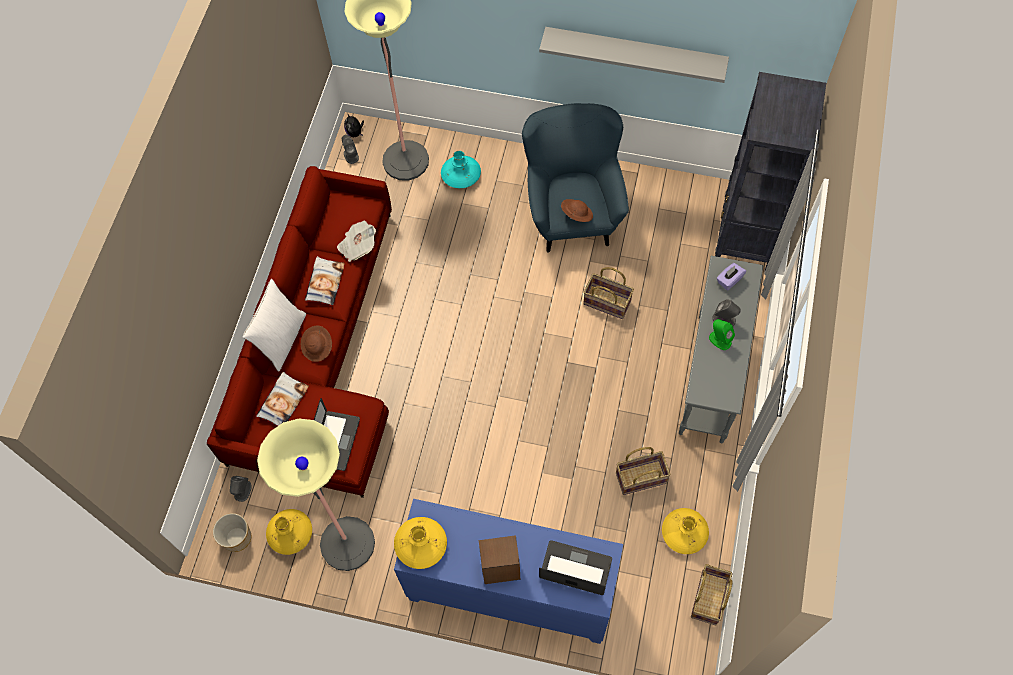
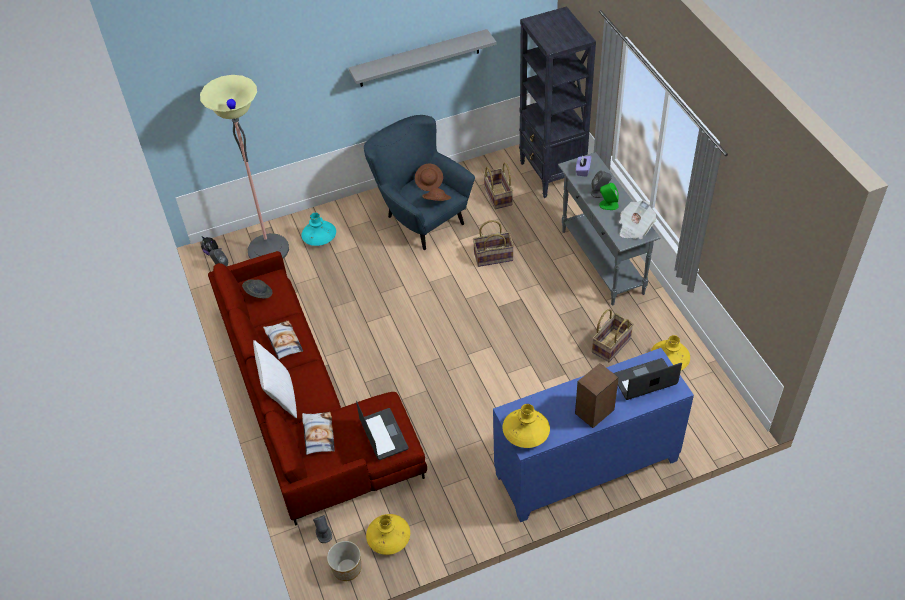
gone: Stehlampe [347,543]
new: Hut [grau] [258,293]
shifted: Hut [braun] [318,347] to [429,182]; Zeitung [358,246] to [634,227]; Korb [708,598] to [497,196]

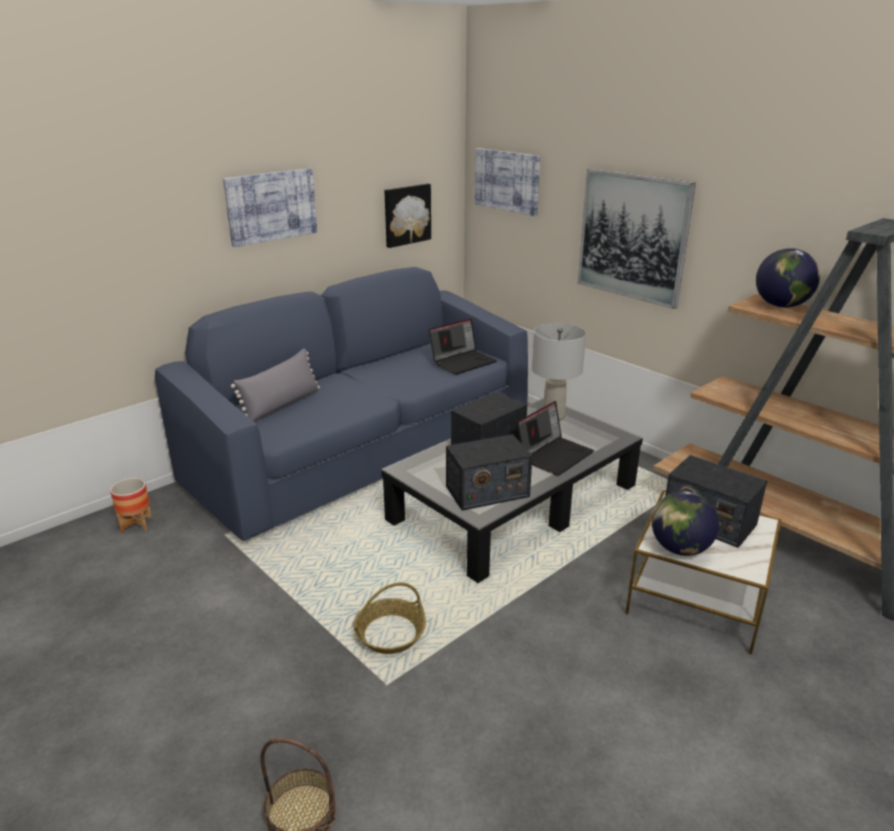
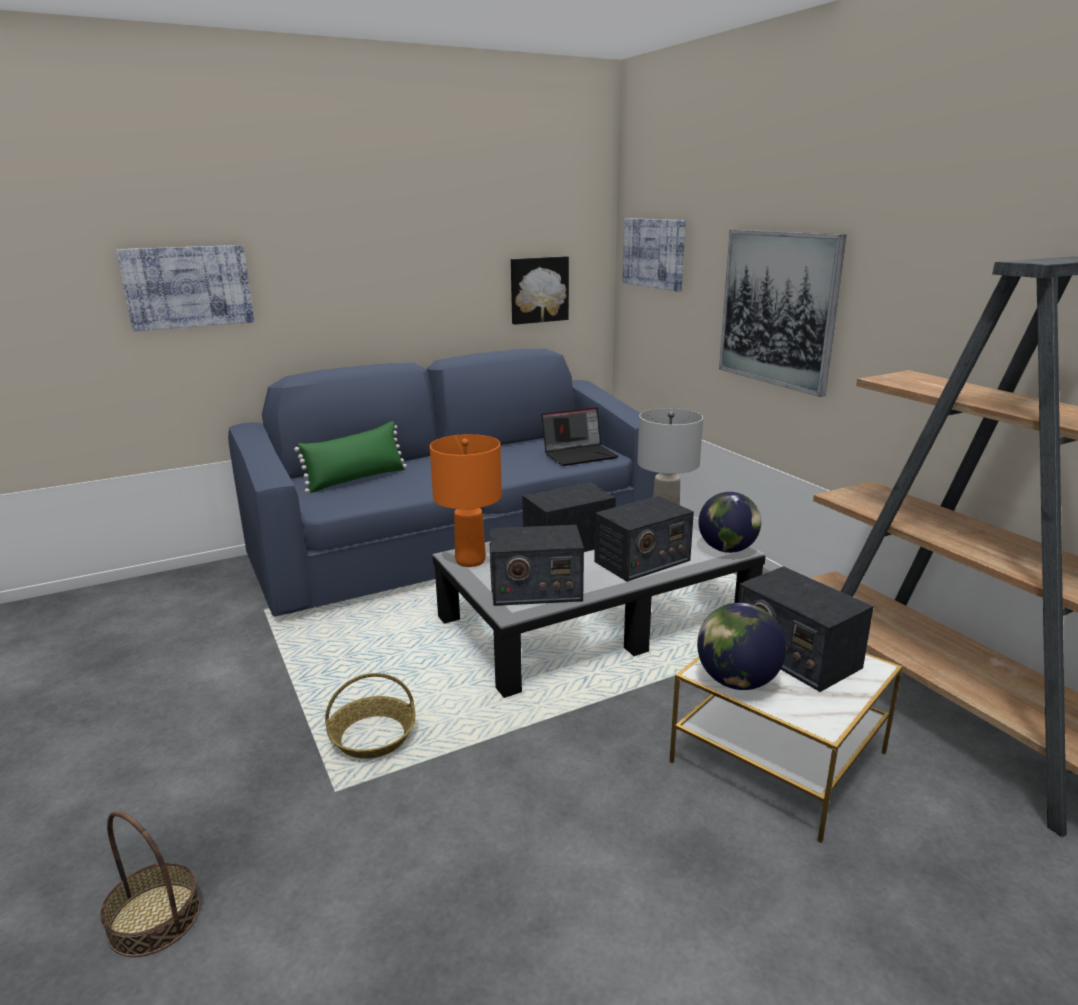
gone: Pflanzkübel [136,524]
new: Tischlampe [orange] [470,561]
shifted: Bild [271,206] to [188,287]; Globus [781,306] to [727,549]
swapped: Laptop [554,455] to Radio [641,561]
repainted: Kissen [grau] [281,405] to Kissen [grün] [356,479]

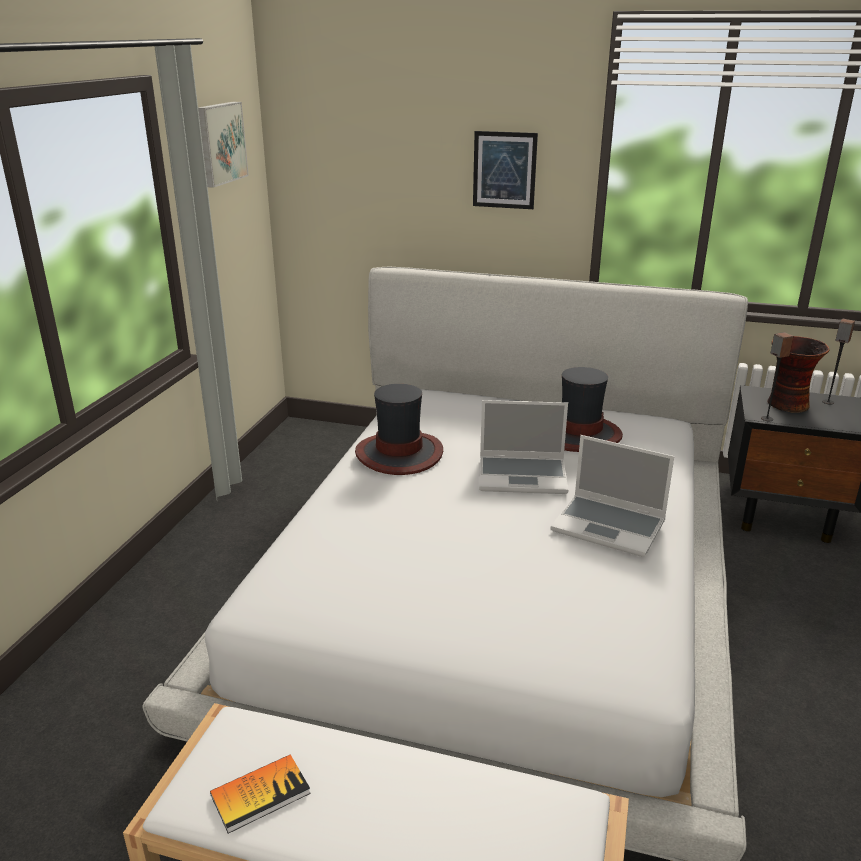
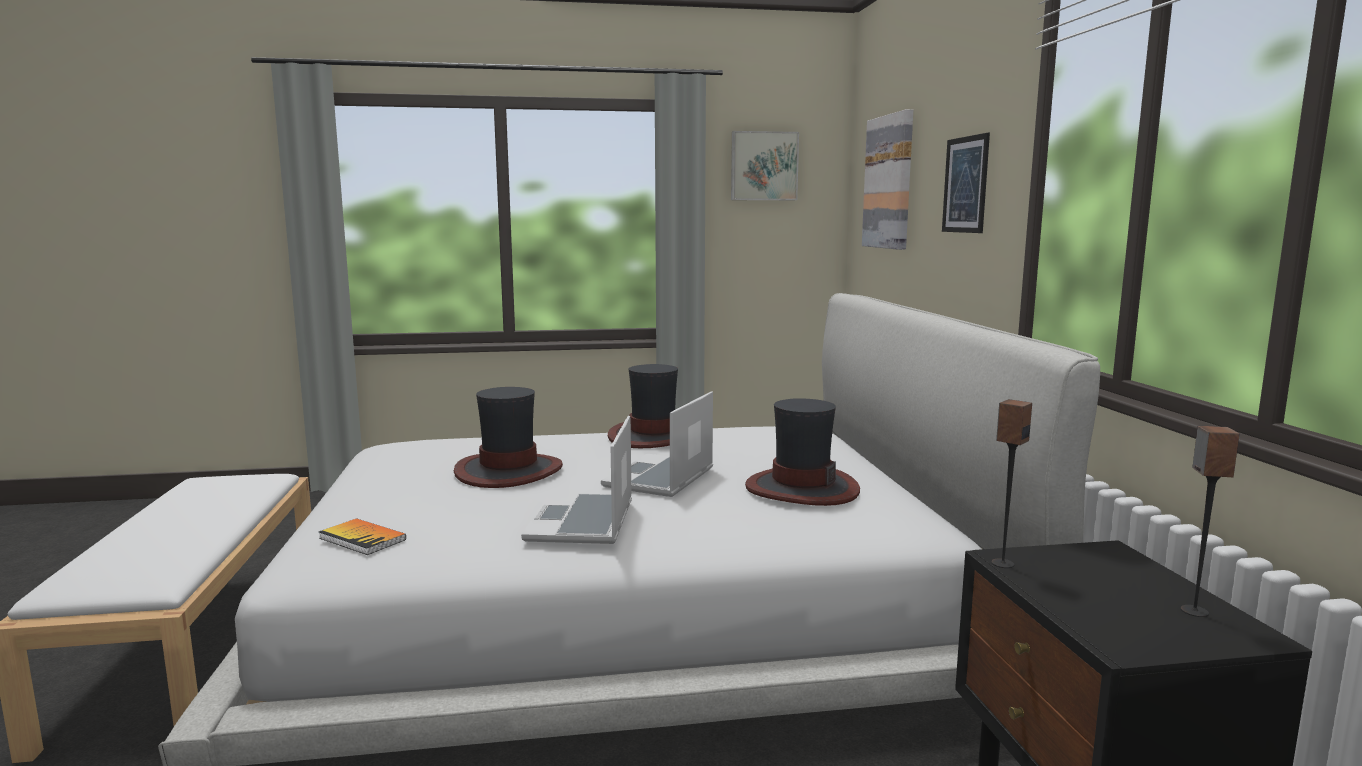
gone: Vase [787,404]
new: Hut [508,471]; Bild [889,182]
shifted: Buch [260,794] to [362,539]
rotated: Laptop [523,476] = [660,478] 45 degrees clockwise

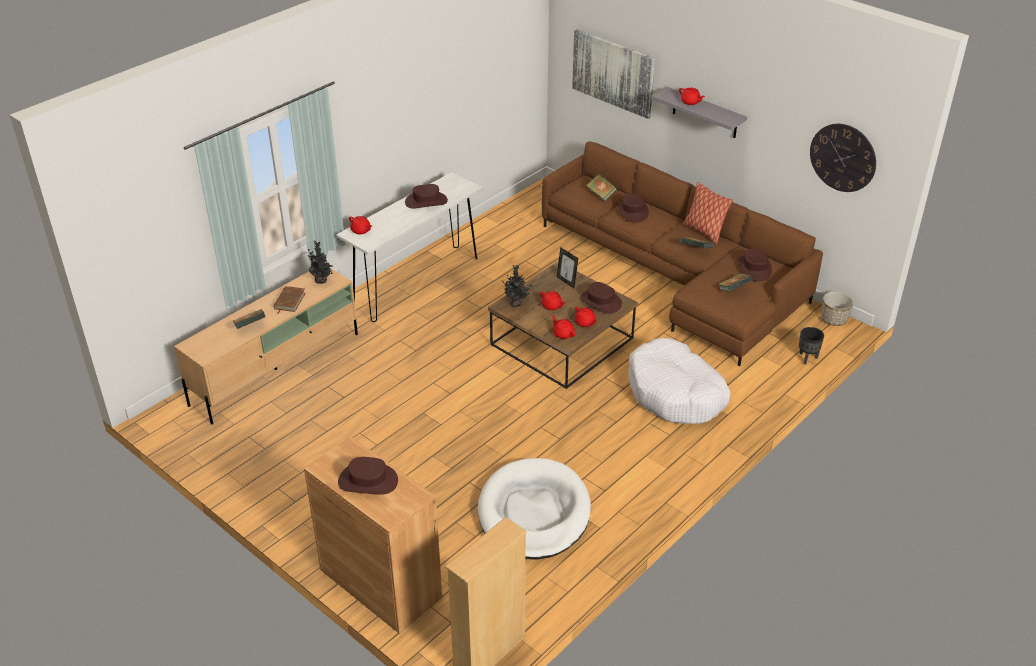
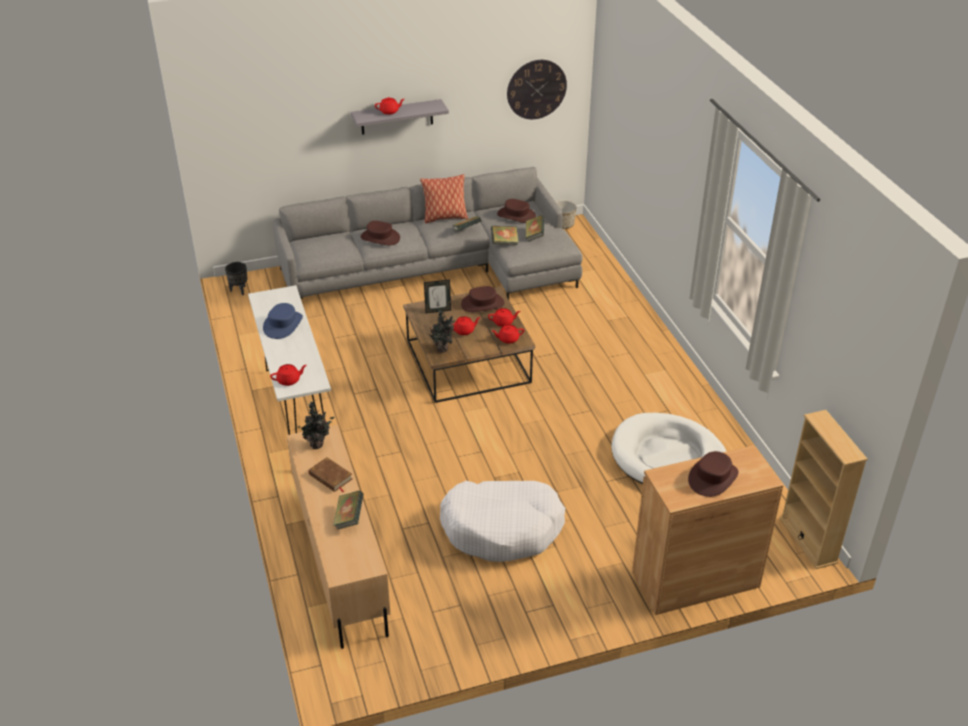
gone: Bild [613,73]
shifted: Buch [601,195] to [504,242]; Hundebett [weiß] [675,393] to [502,528]; Pflanzkübel [schwarz] [807,358] to [239,290]
repainted: Hut [braun] [426,201] to Hut [blau] [283,324]; Sofa [braun] [677,275] to Sofa [grau] [438,268]

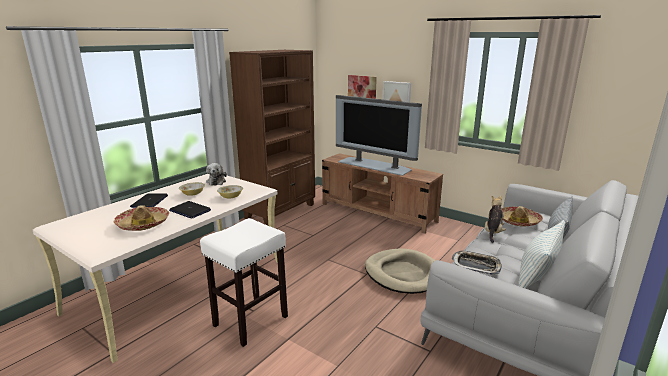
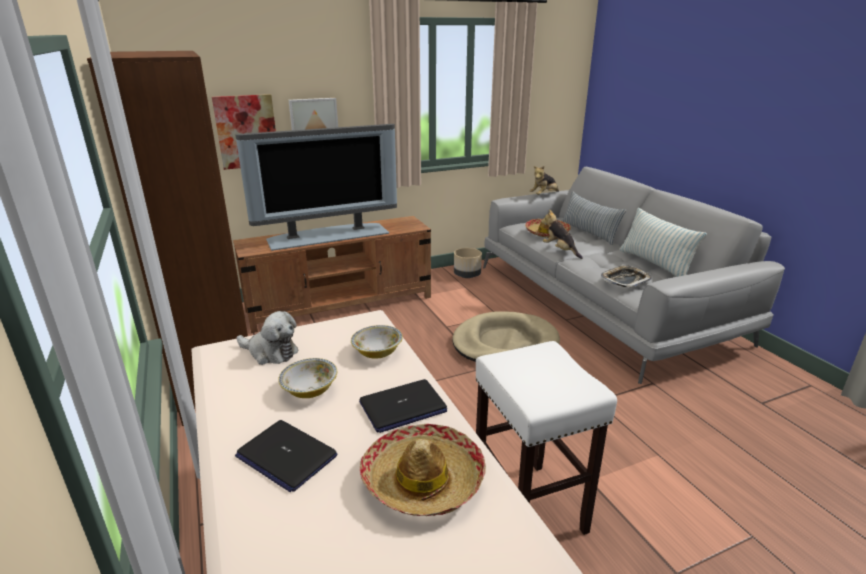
new: Pflanzkübel [beige] [467,275]; Plüschtier [544,195]

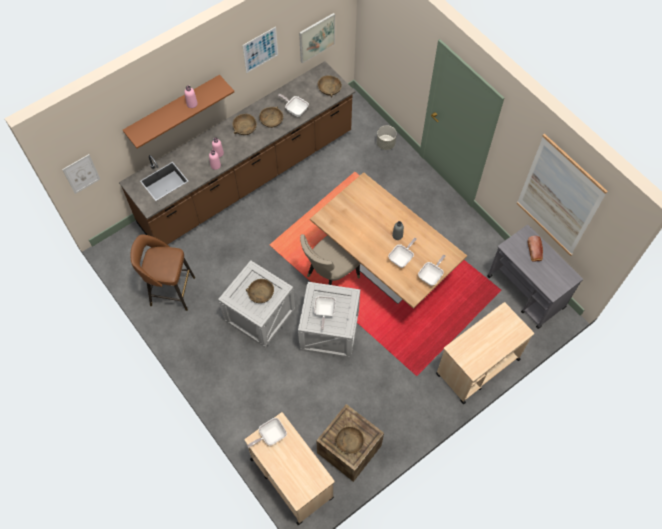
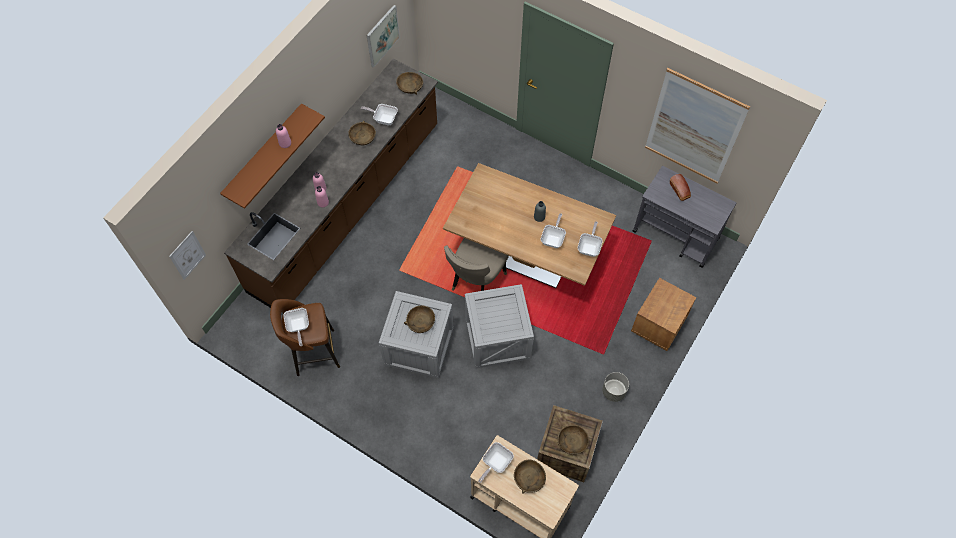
gone: Bild [260,50]
shifted: Schüssel [braun] [245,127] to [529,478]; Pfanne [324,312] to [298,327]; Pflanzkübel [grau] [385,144] to [613,391]
swapped: Rollwagen [beige] [477,367] to Nachttisch [braun] [658,325]

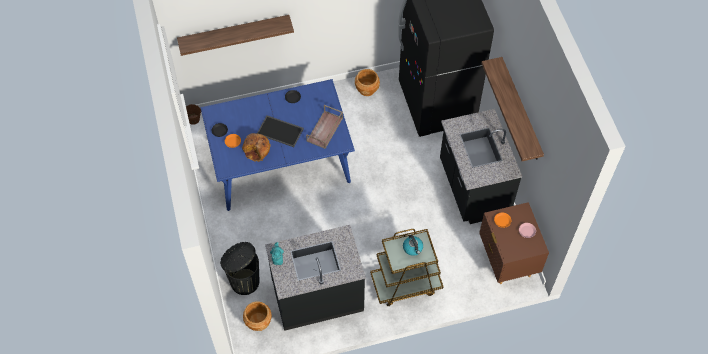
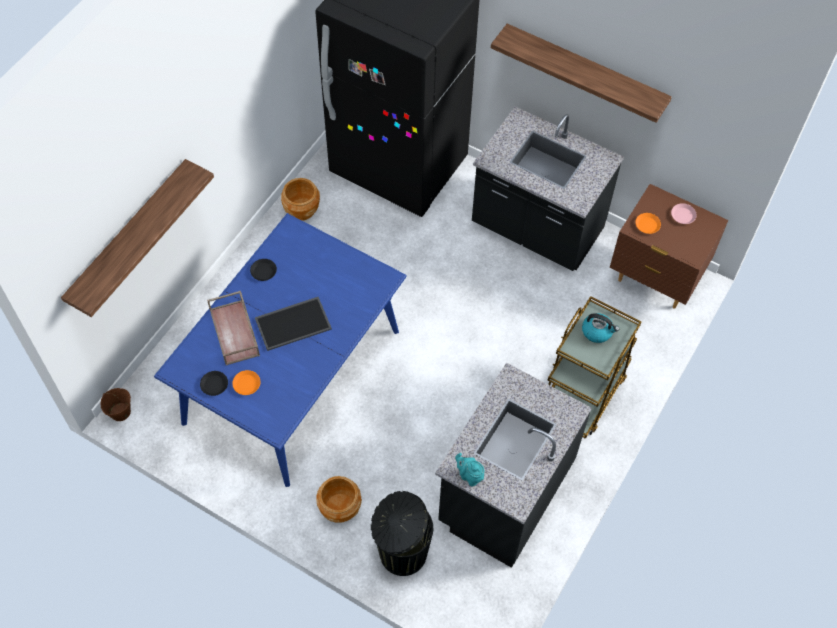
gone: Brot [257,149]
shifted: Pflanzkübel [braun] [258,321] to [339,508]; Tablett [braun] [325,130] to [235,332]

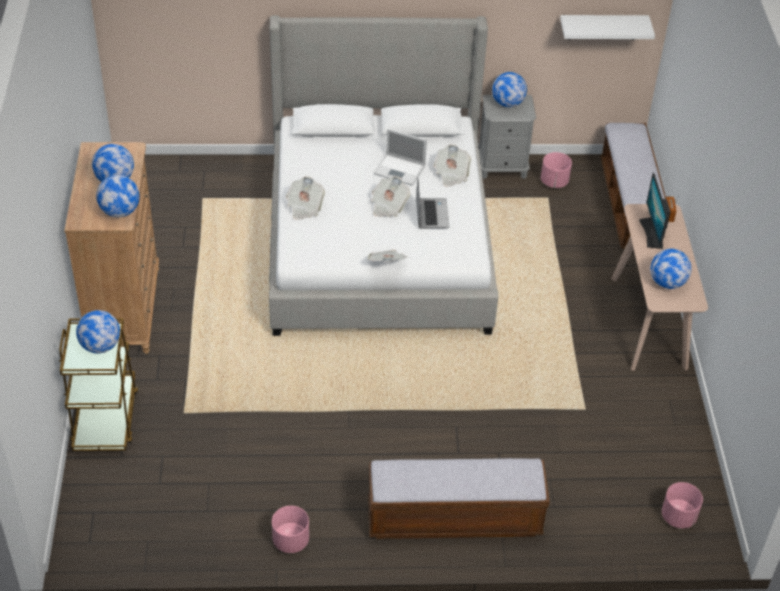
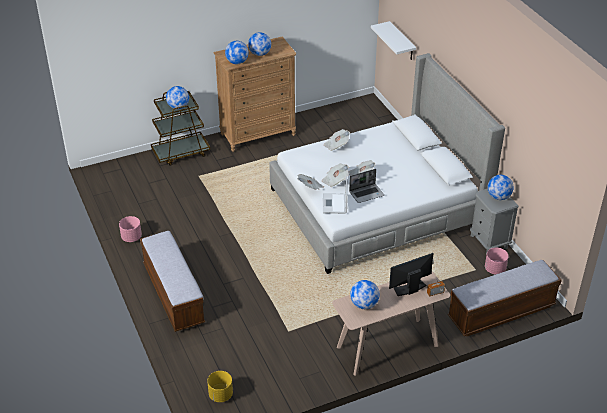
shifted: Laptop [400,170] to [335,204]; Zeitung [451,174] to [335,180]; Wandregal [weiß] [602,27] to [402,41]
repainted: Pflanzkübel [rosa] [678,516] to Pflanzkübel [gelb] [221,395]

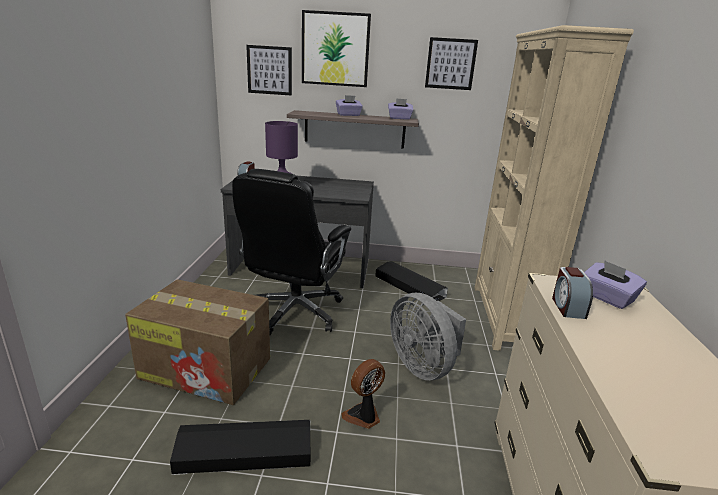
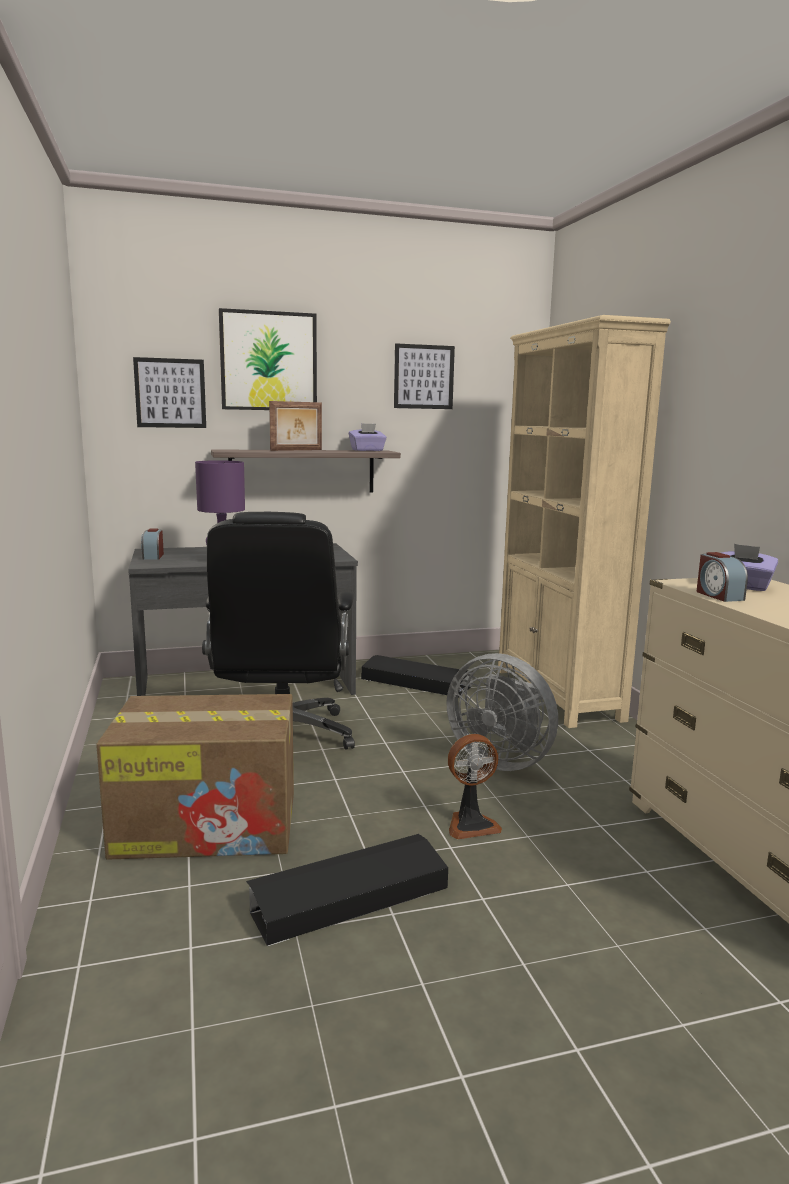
swapped: Taschentuchbox [lila] [348,115] to Bilderrahmen [297,450]
rotated: Ventilator [363,416] = [471,824] 135 degrees counterclockwise

